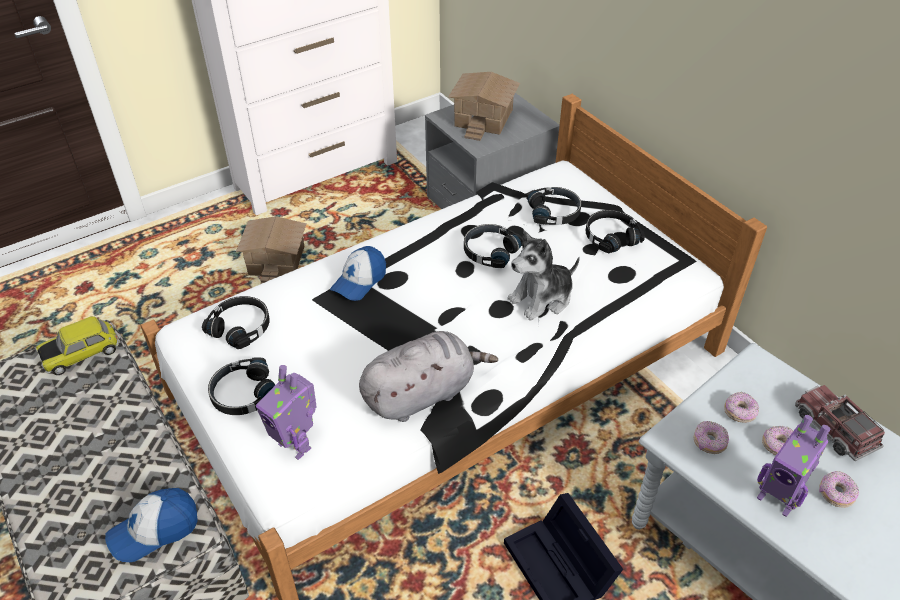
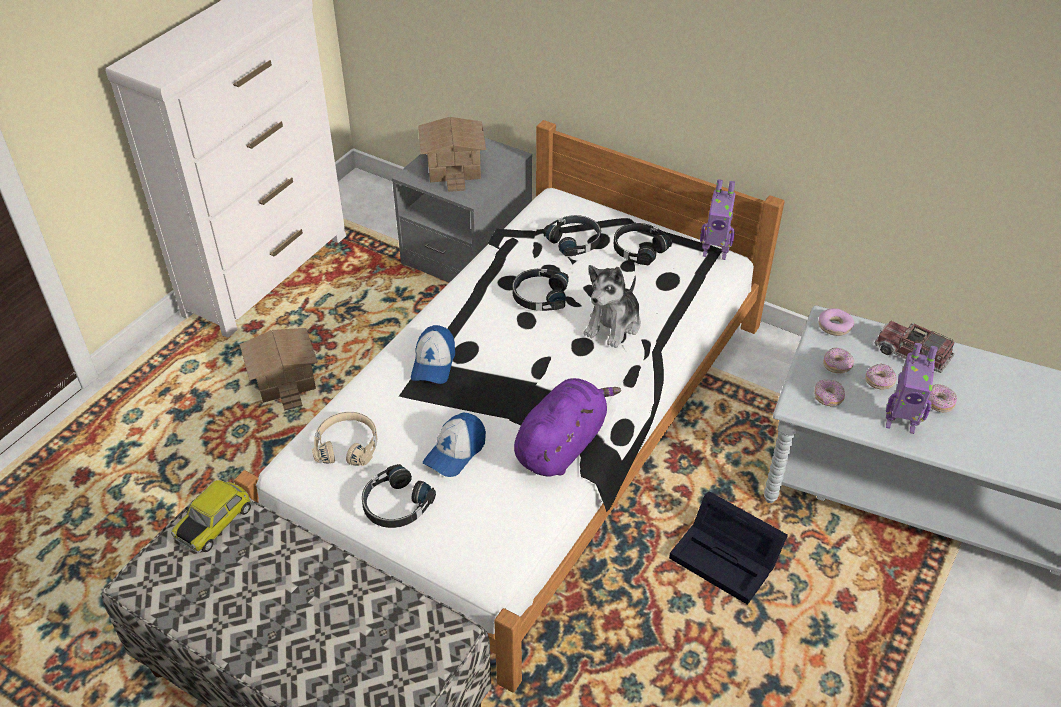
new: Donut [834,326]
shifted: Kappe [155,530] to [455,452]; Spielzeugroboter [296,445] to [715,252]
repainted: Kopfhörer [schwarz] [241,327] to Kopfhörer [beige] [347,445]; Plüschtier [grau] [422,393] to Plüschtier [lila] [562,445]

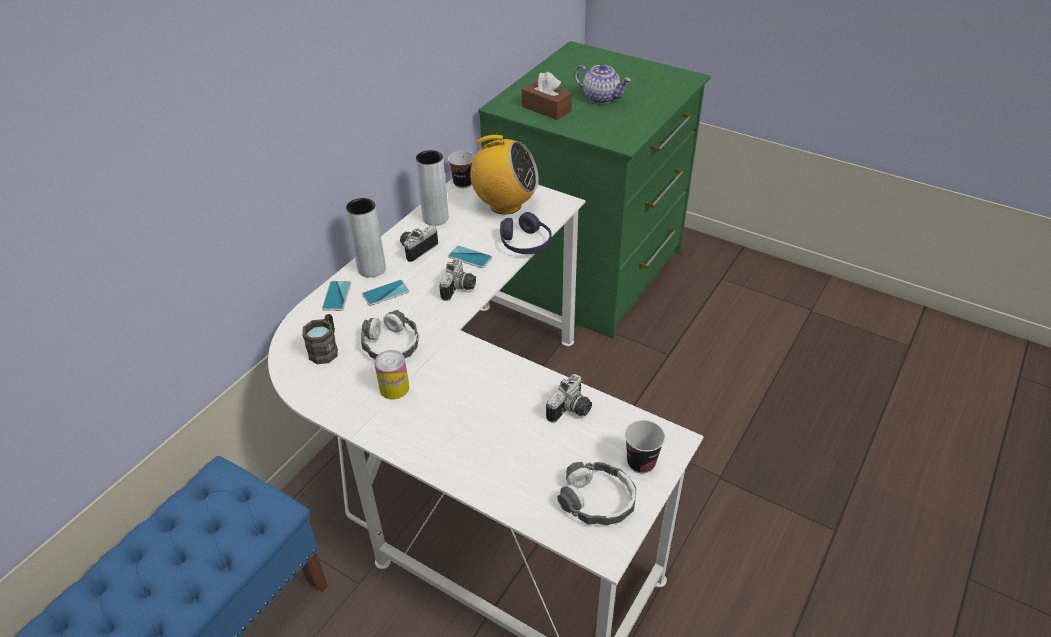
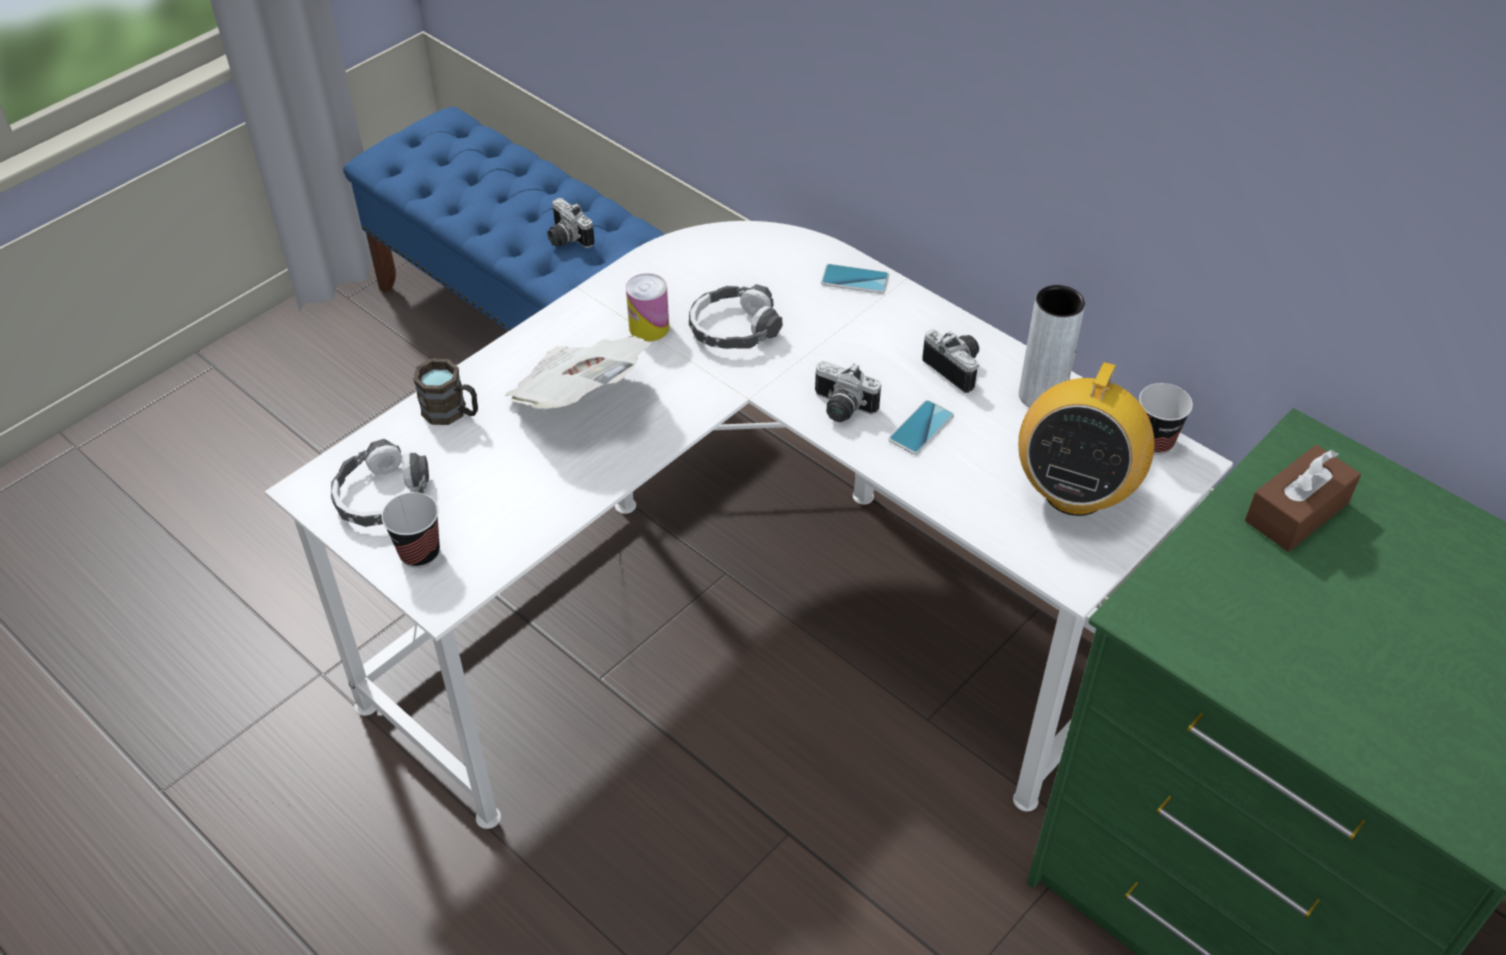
gone: Vase [grau] [371,269]; Handy [385,293]; Kopfhörer [lila] [525,243]; Teekanne [601,98]
new: Zeitung [580,398]
shifted: Henkelbecher [braun] [326,349] to [452,412]; Kamera [571,411] to [566,238]

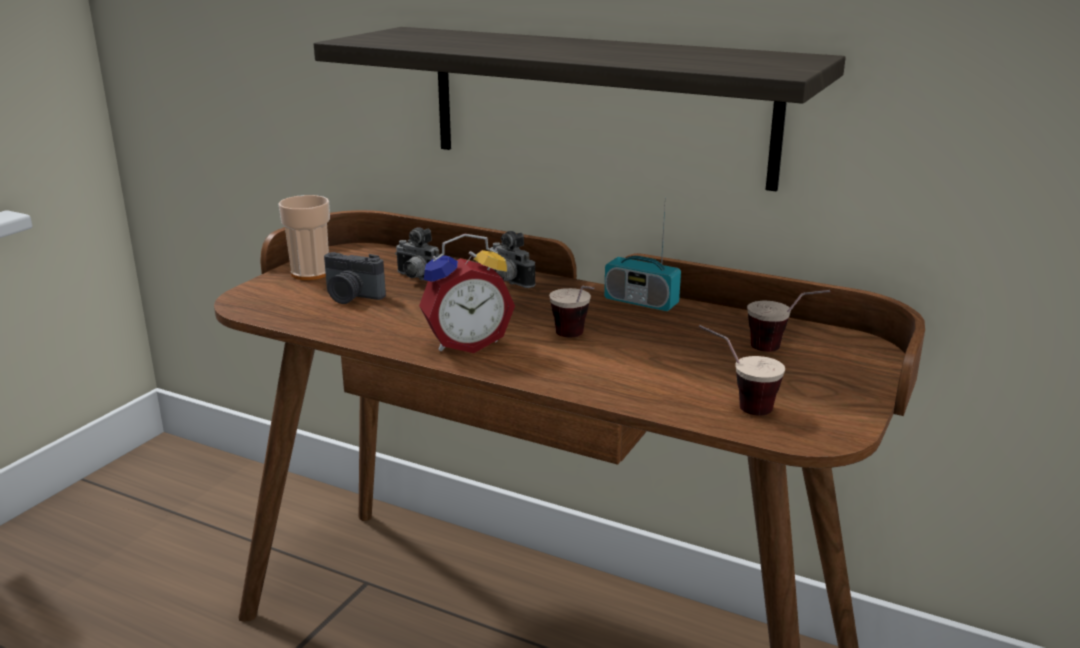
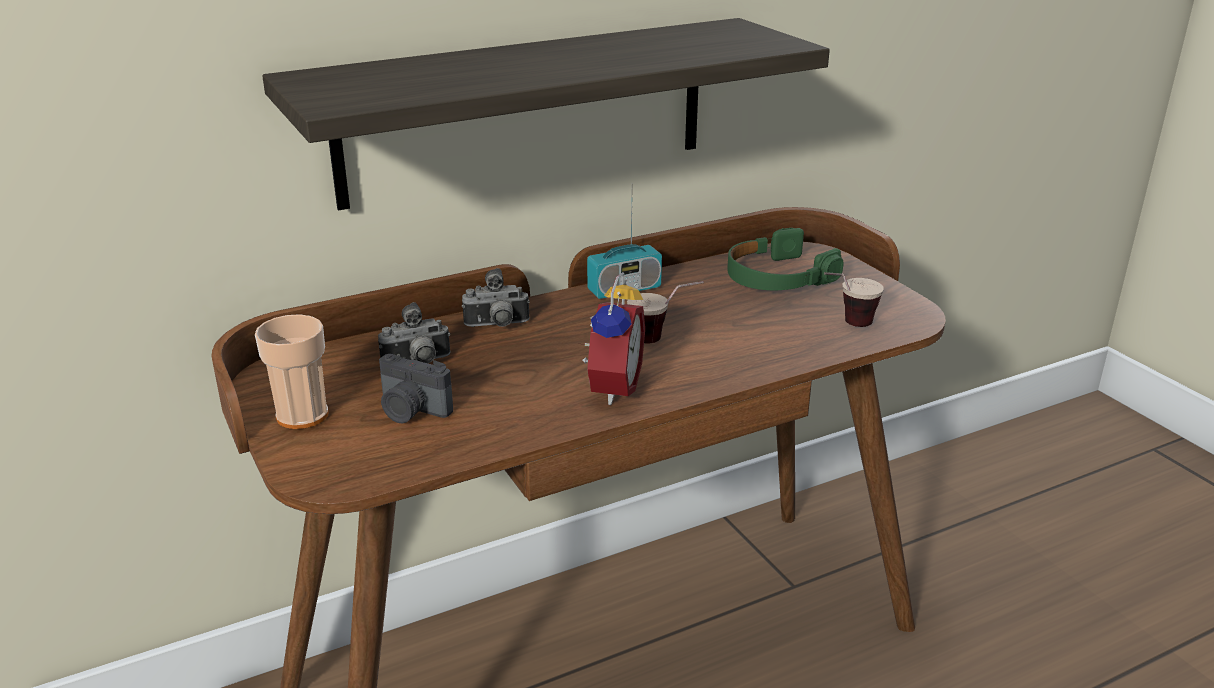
swapped: Tasse [782,350] to Kopfhörer [grün] [777,277]
rotated: Kamera [351,297] = [411,411] 60 degrees clockwise

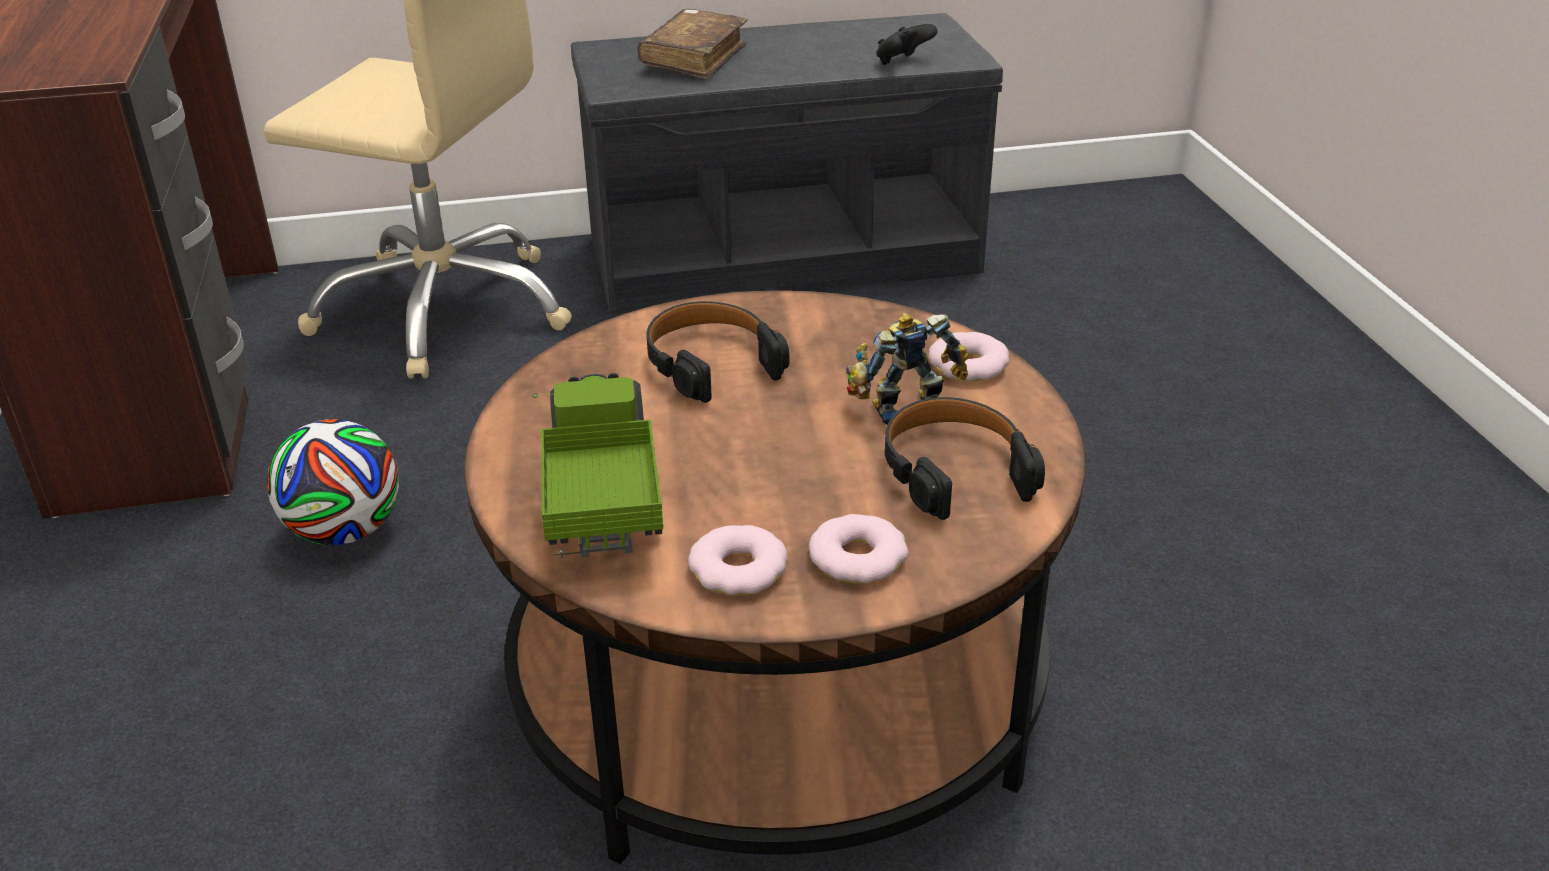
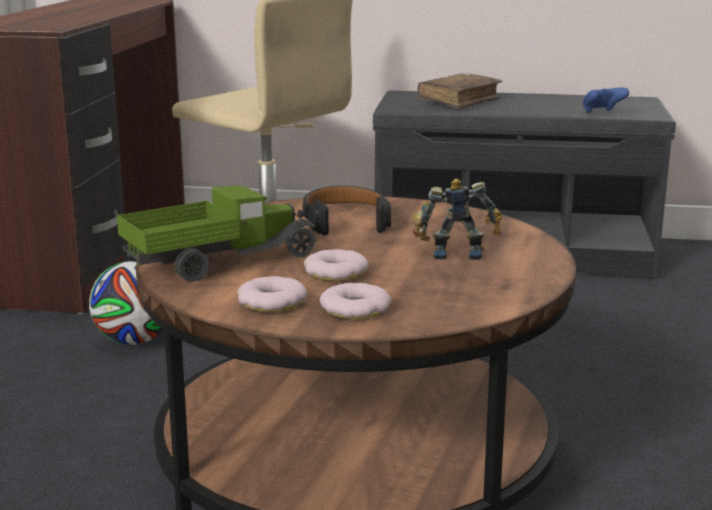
gone: Kopfhörer [schwarz] [954,470]
shifted: Donut [968,365] to [336,273]
repainted: Gamepad [schwarz] [902,62] to Gamepad [blau] [602,113]
rotated: Spielzeuglaster [601,495] = [219,262] 45 degrees clockwise

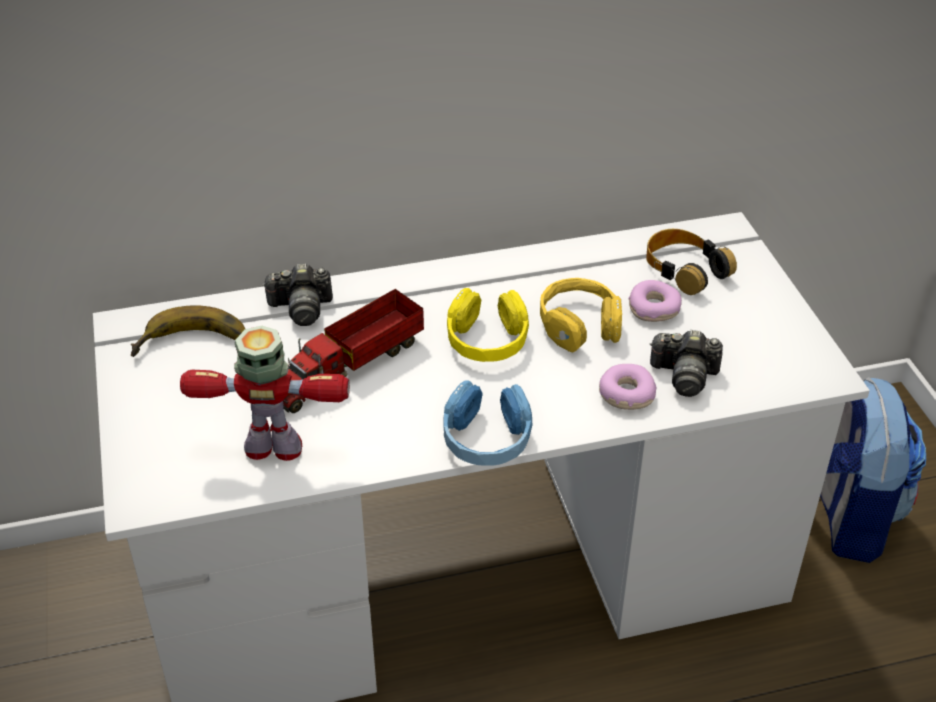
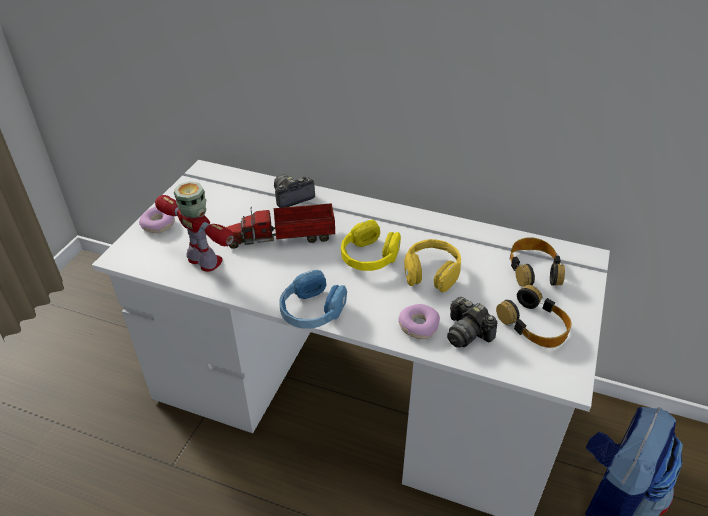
gone: Banane [193,346]
new: Kopfhörer [534,325]
shifted: Donut [654,308] to [159,225]
rotated: Kamera [301,308] = [292,197] 120 degrees clockwise

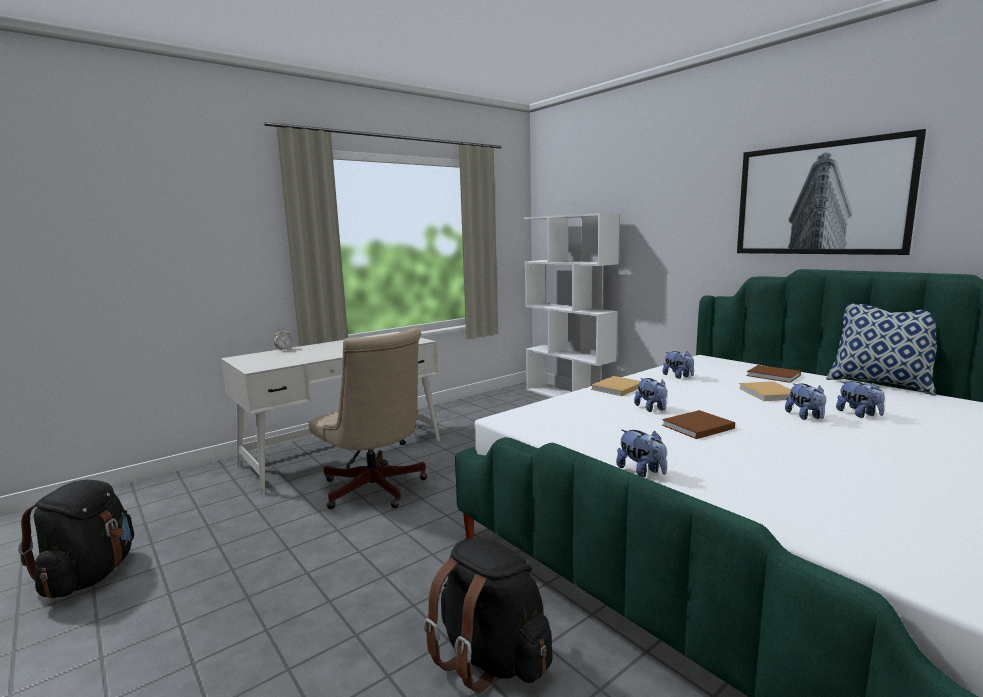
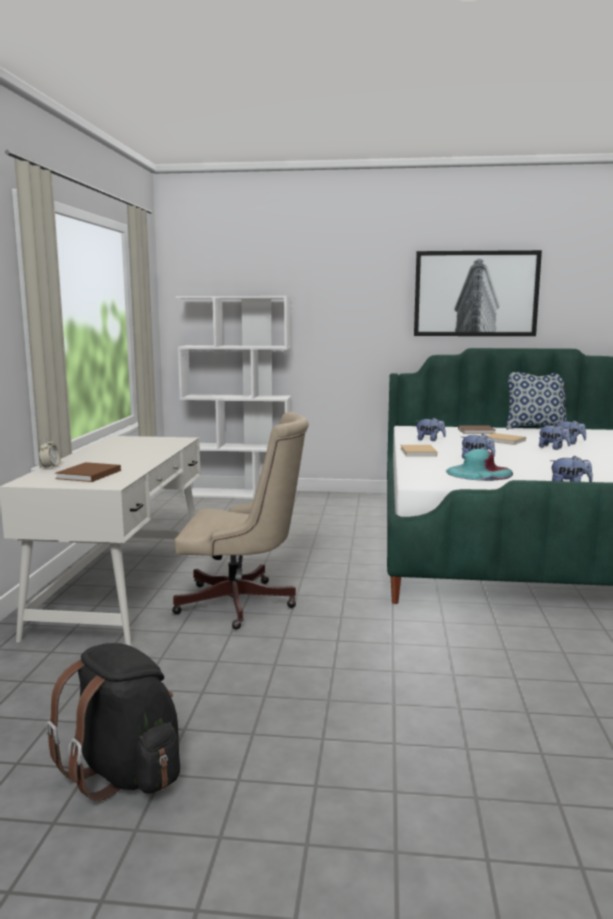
gone: Rucksack [schwarz] [491,658]
new: Hut [türkis] [479,472]
shifted: Buch [braun] [696,427] to [87,475]

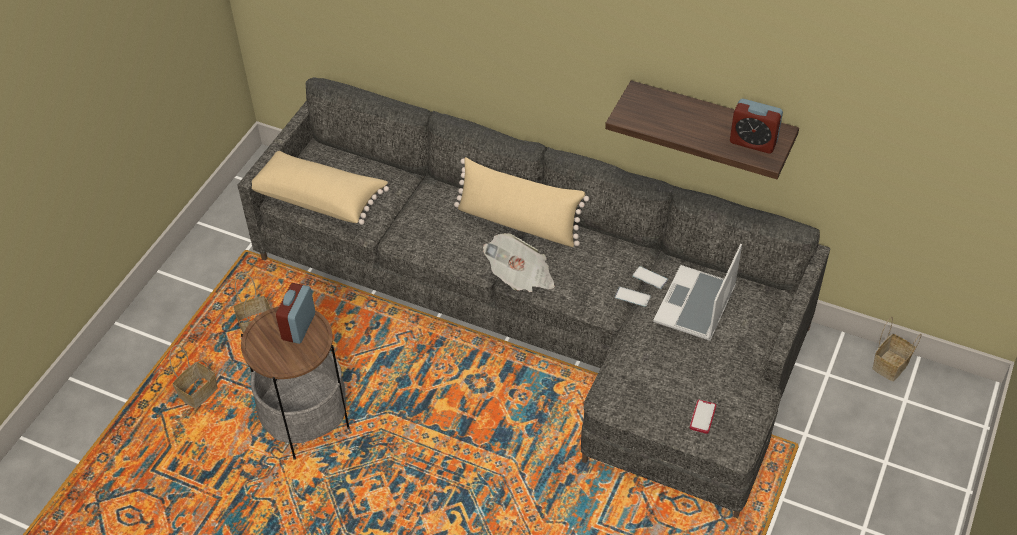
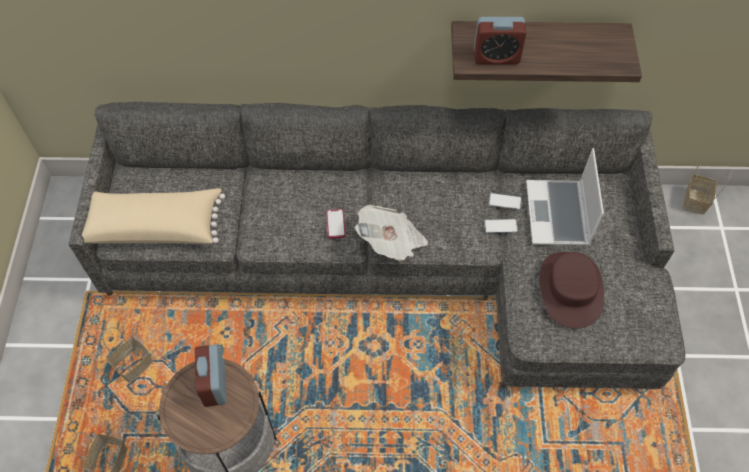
gone: Kissen [beige] [518,223]
new: Hut [braun] [570,289]
shifted: Handy [702,417] to [335,224]; Wecker [753,142] to [496,57]

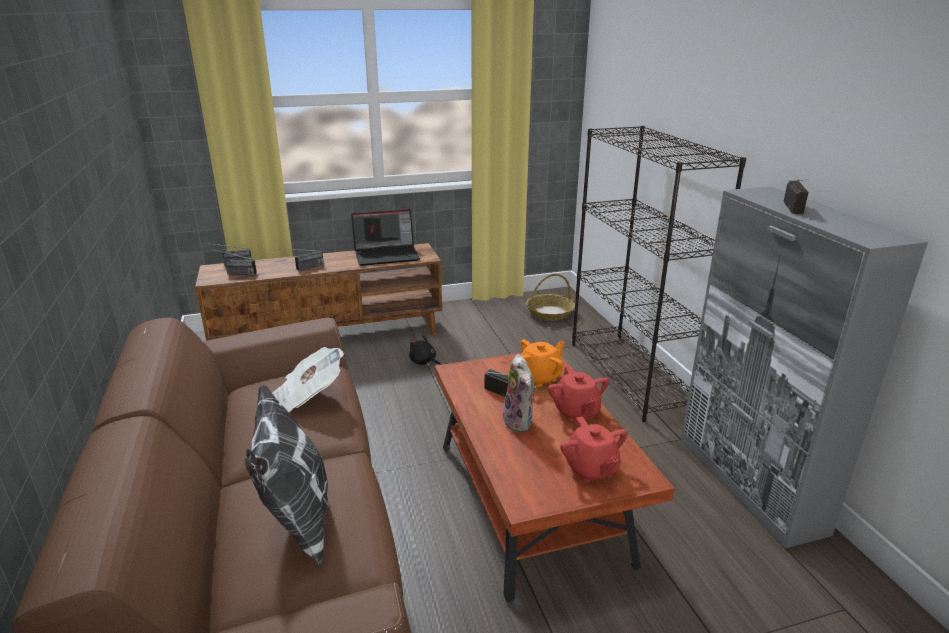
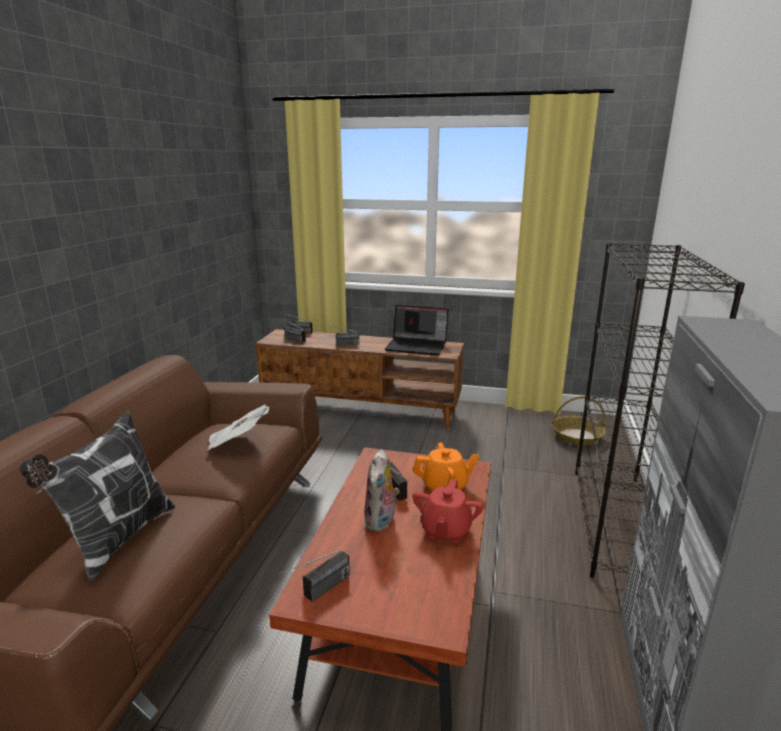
gone: Plüschtier [schwarz] [424,362]; Teekanne [rot] [591,469]
shifted: Radio [797,211] to [317,593]

